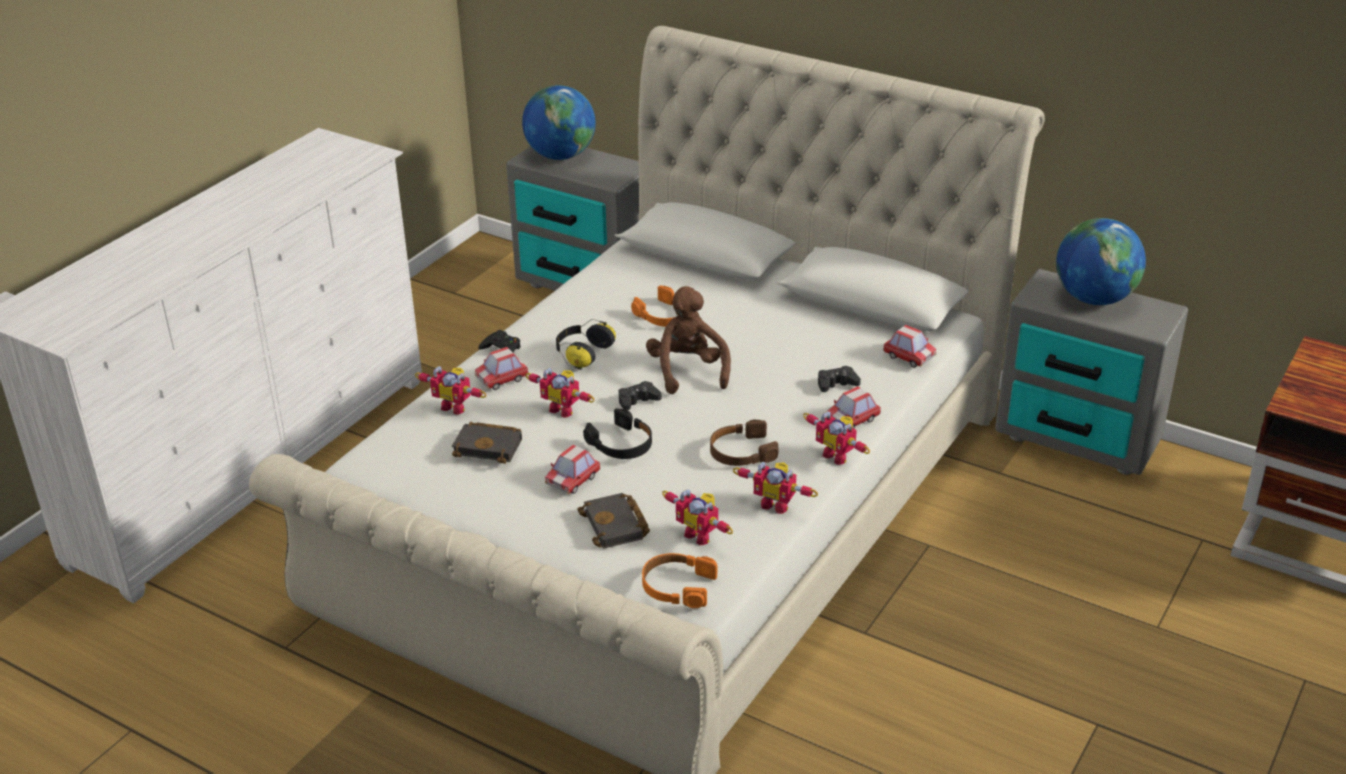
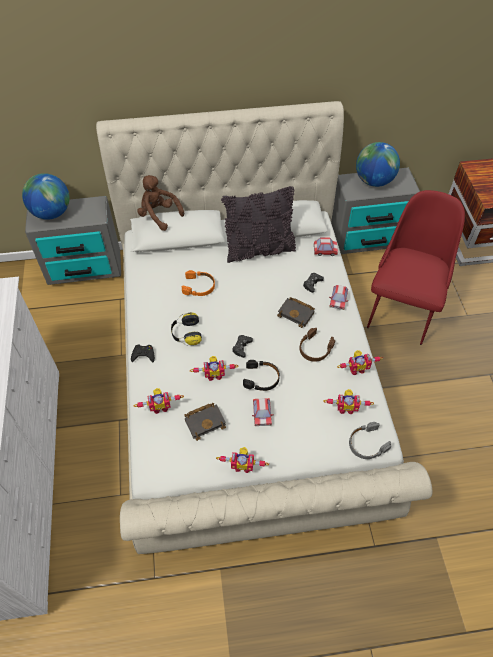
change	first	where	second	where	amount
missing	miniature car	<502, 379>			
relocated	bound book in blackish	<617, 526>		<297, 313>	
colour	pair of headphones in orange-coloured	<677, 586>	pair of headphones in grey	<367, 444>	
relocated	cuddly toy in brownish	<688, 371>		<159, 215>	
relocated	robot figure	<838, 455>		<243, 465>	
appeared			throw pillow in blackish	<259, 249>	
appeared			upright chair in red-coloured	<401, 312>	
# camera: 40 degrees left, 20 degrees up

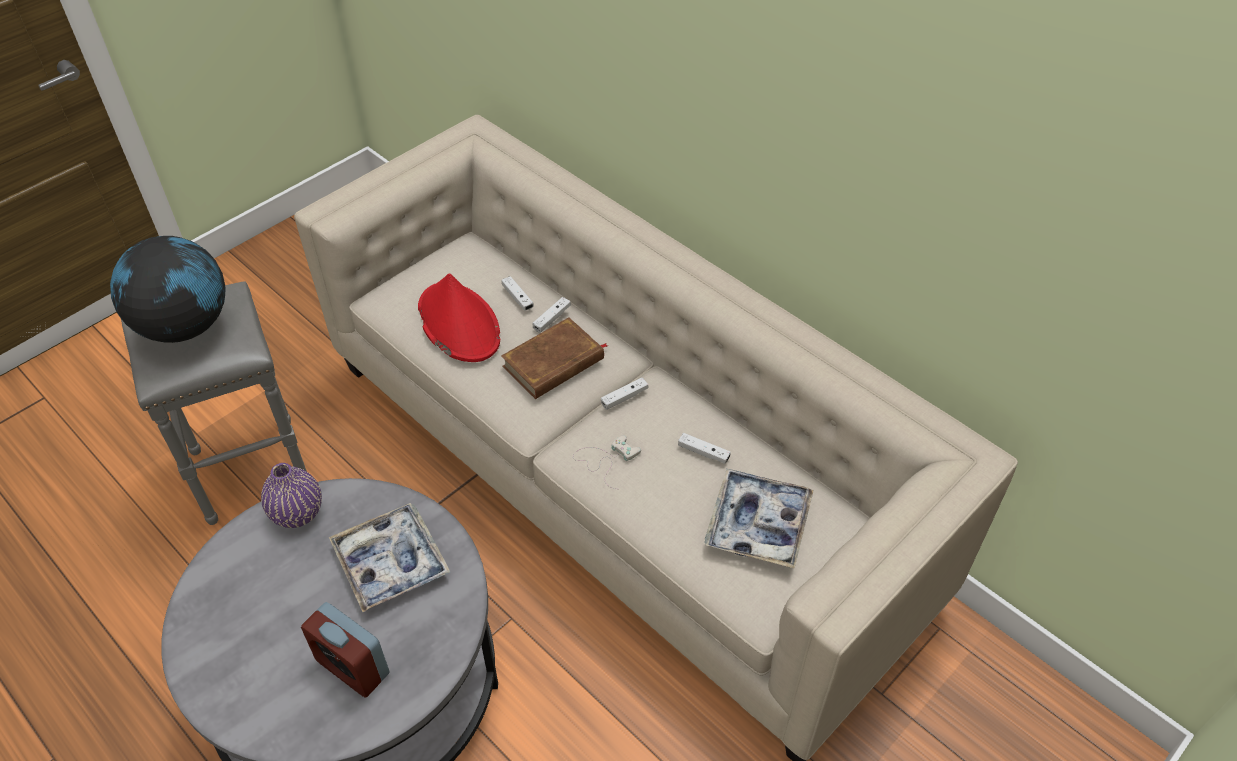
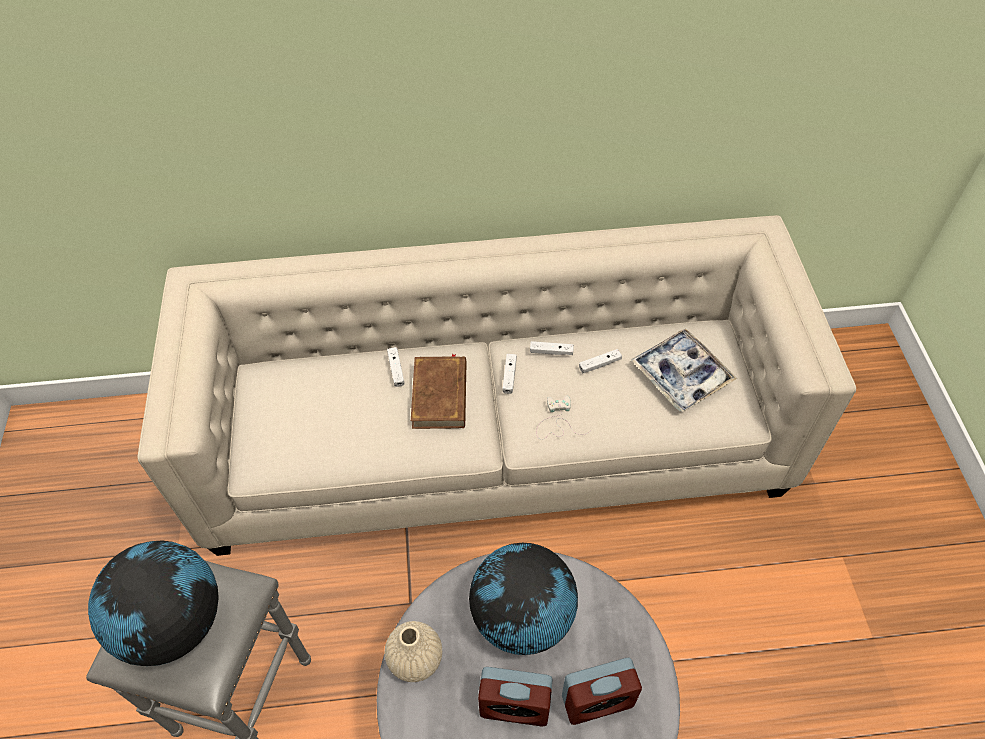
change	first	where	second	where	amount
colour	decorative vase in purplish	<297, 513>	decorative vase in beige	<415, 660>	
exchanged	tray	<391, 562>	world globe	<522, 618>	
missing	hat in red-coloured	<458, 323>			
relocated	gamepad in white-coloured	<517, 298>		<551, 352>	
appeared			bedside clock	<514, 706>	
# camera: 50 degrees left, 5 degrees up

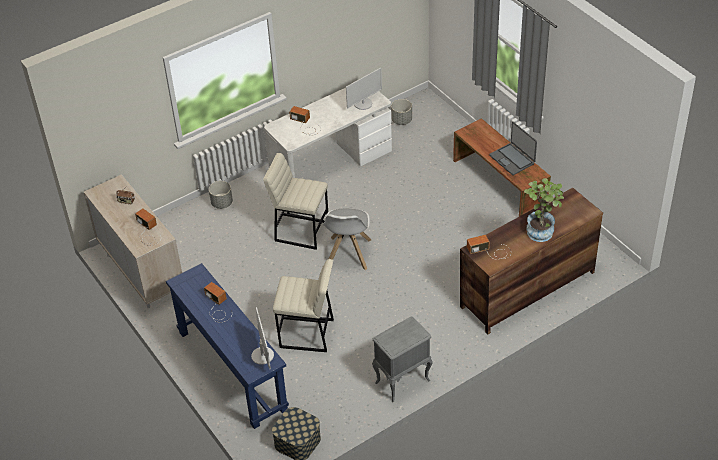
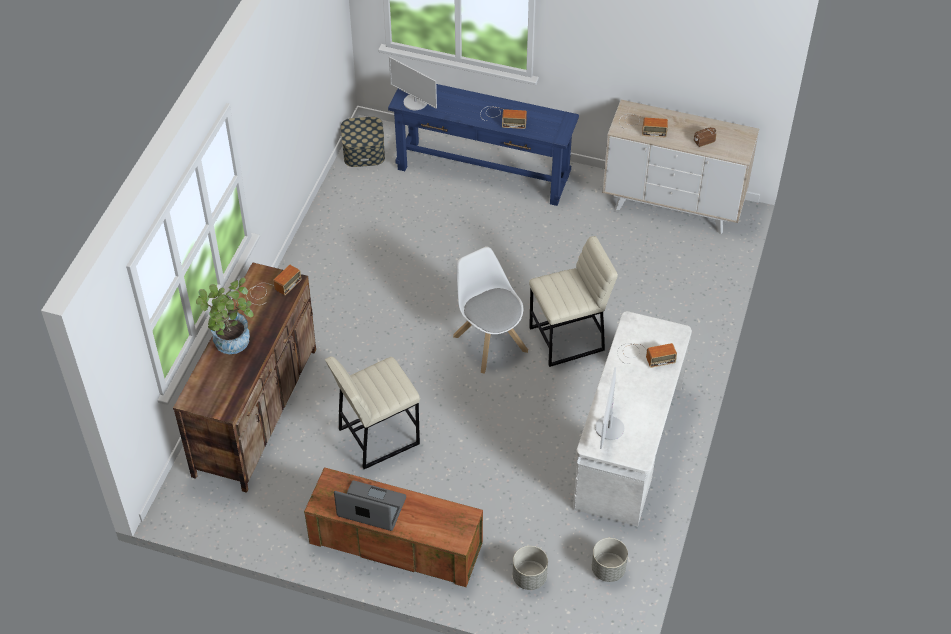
change	first	where	second	where	amount
relocated	plant pot in grey	<222, 203>		<529, 577>	
relocated	upright chair in beige	<308, 334>		<377, 437>	
missing	bedside table in grey	<402, 382>			
# camera: 140 degrees right, 5 degrees up

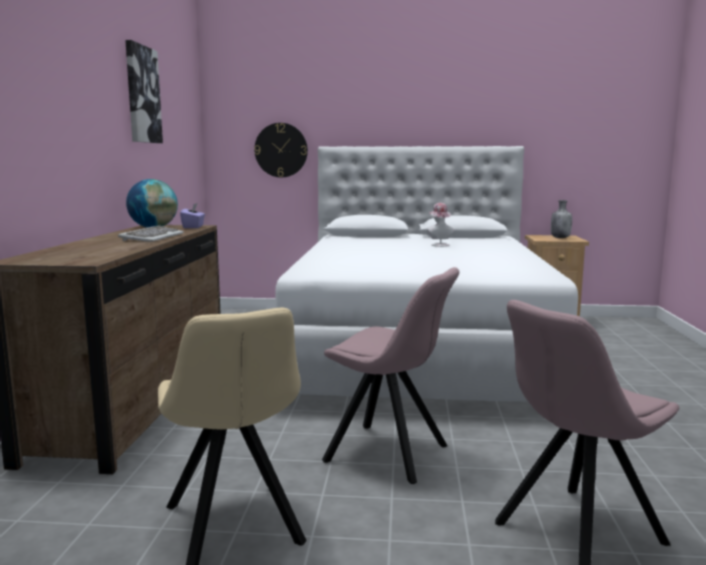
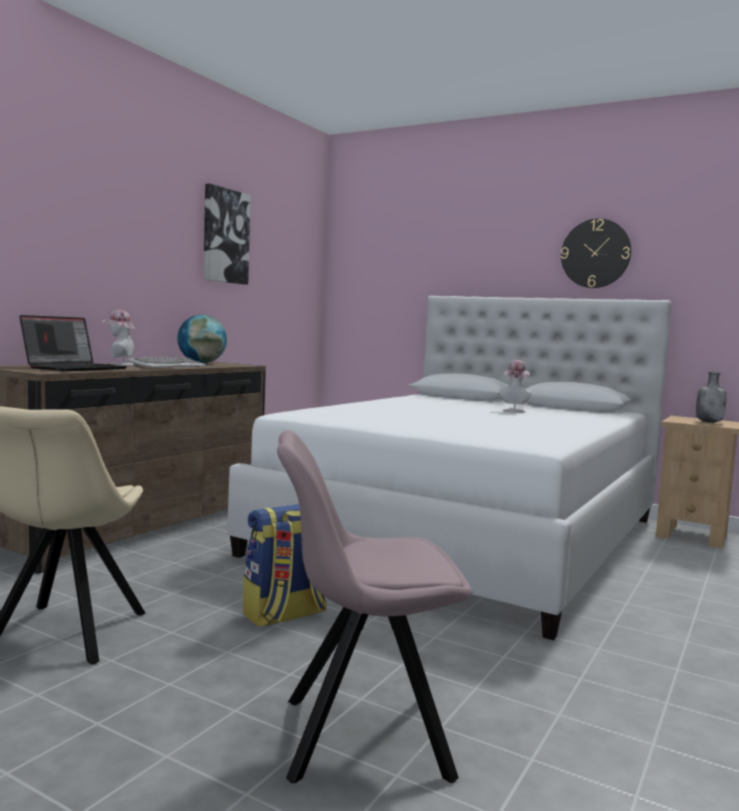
change	first	where	second	where	amount
missing	tissue box in purplish	<193, 227>			
relocated	hanging clock	<281, 150>		<595, 253>	
exchanged	upright chair in pinkish	<387, 453>	rucksack	<285, 615>	
appeared			notebook computer	<75, 368>	
appeared			hat	<119, 364>	
# camera: 25 degrees right, 5 degrees down

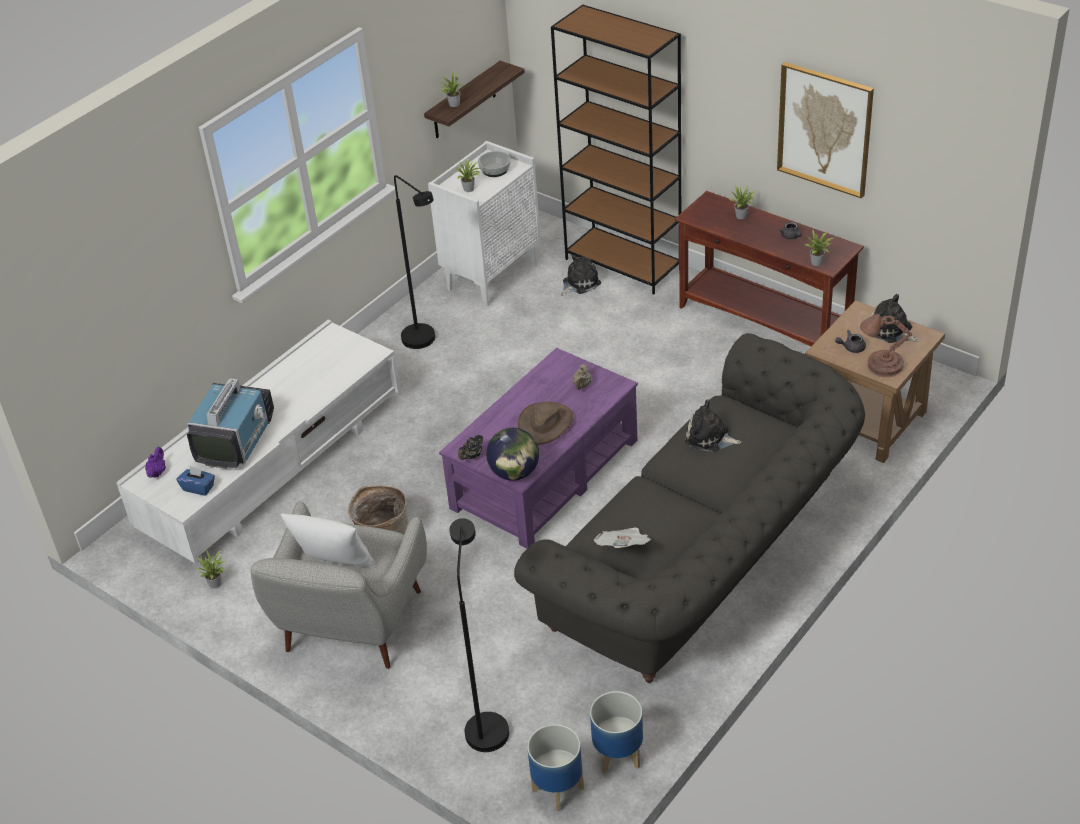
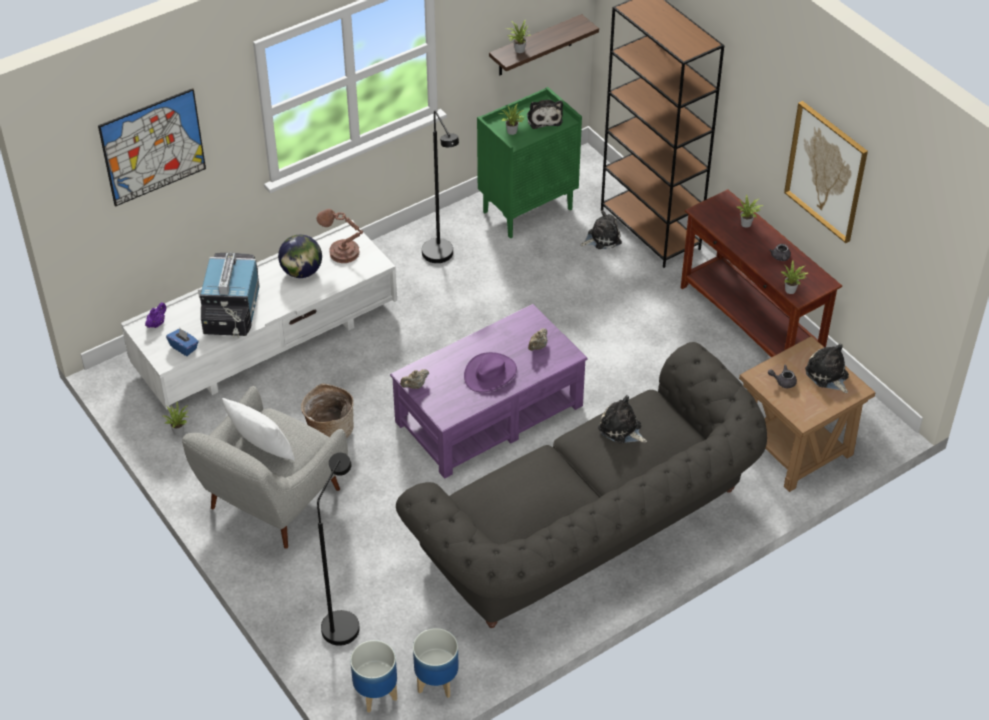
change	first	where	second	where	amount
spun	TV	<236, 439>		<231, 312>	150 degrees clockwise
colour	storage cabinet in white-coloured	<492, 277>	storage cabinet in green	<528, 210>	
colour	pot for tea in blackish	<472, 456>	pot for tea in beige	<415, 386>	
exchanged	bowl	<495, 170>	cuddly toy	<544, 118>	
relocated	world globe	<514, 473>		<301, 272>	
colour	hat in brownish	<545, 423>	hat in purplish	<490, 373>	
missing	printed paper	<623, 548>			
relocated	tabletop lamp in brownish	<882, 366>		<341, 253>	
appeared			picture	<153, 147>	
# camera: 15 degrees right, 5 degrees up

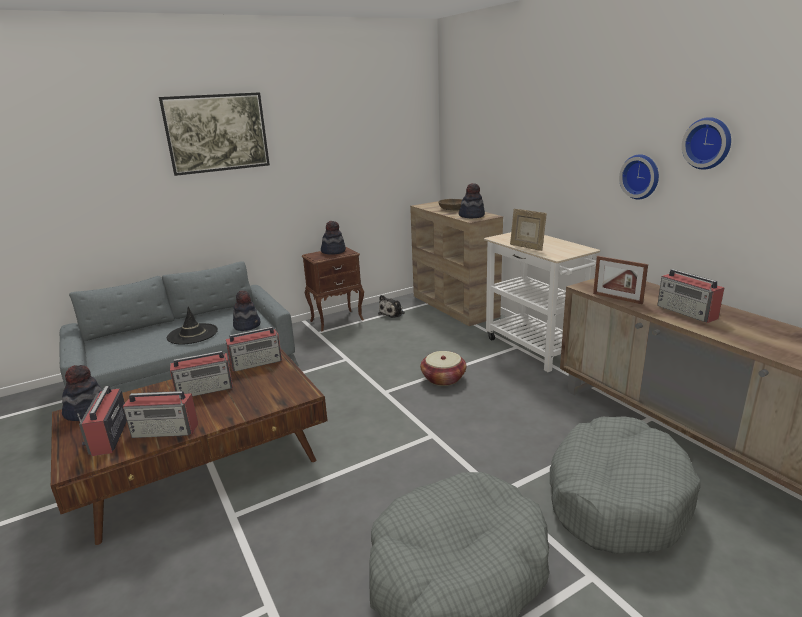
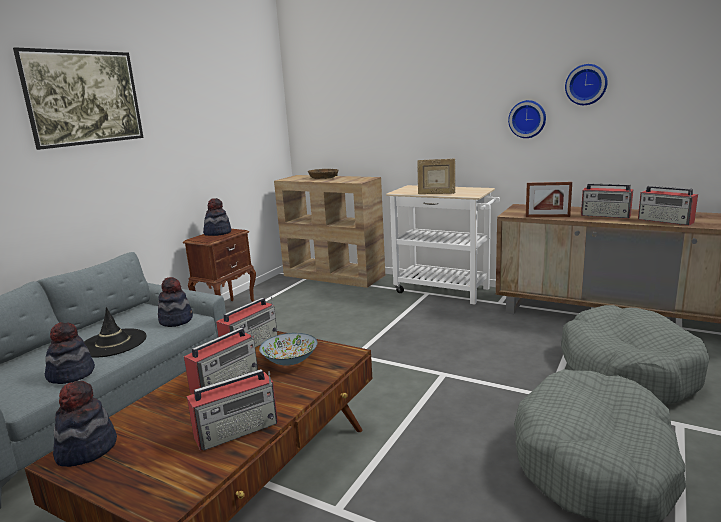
change	first	where	second	where	amount
relocated	radio	<109, 436>		<666, 221>	
missing	cuddly toy	<392, 313>			
missing	storage basket	<443, 378>			
relocated	hat	<471, 216>		<71, 374>	
appeared			bowl	<290, 361>	
# camera: 30 degrees left, 5 degrees down

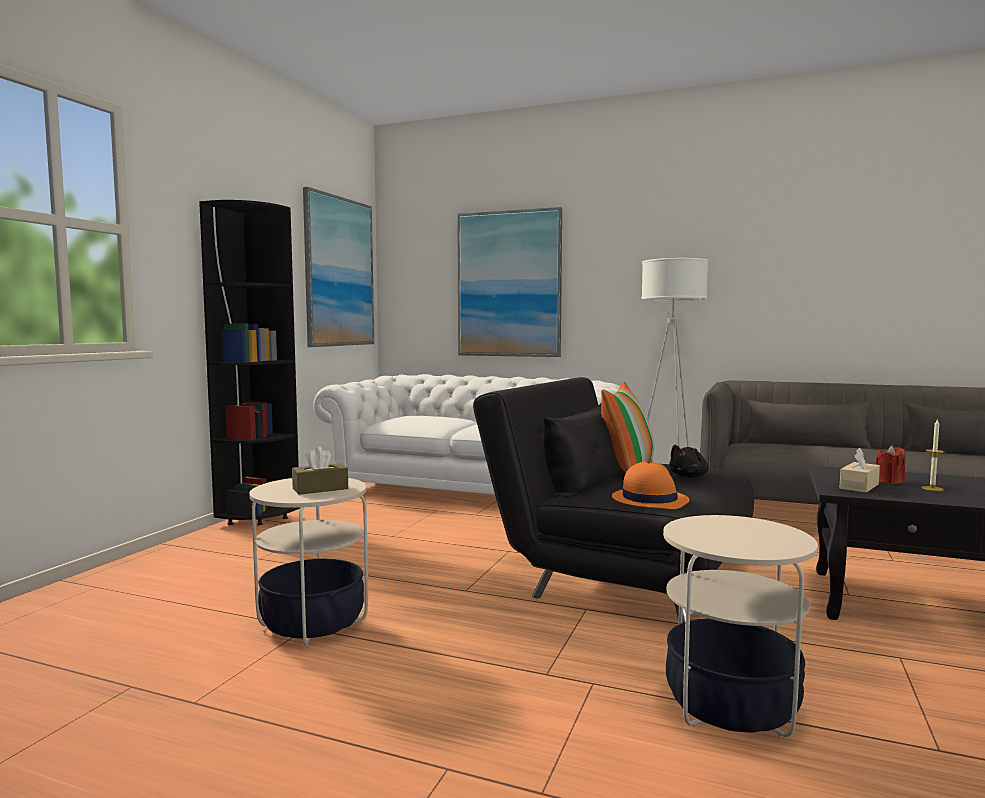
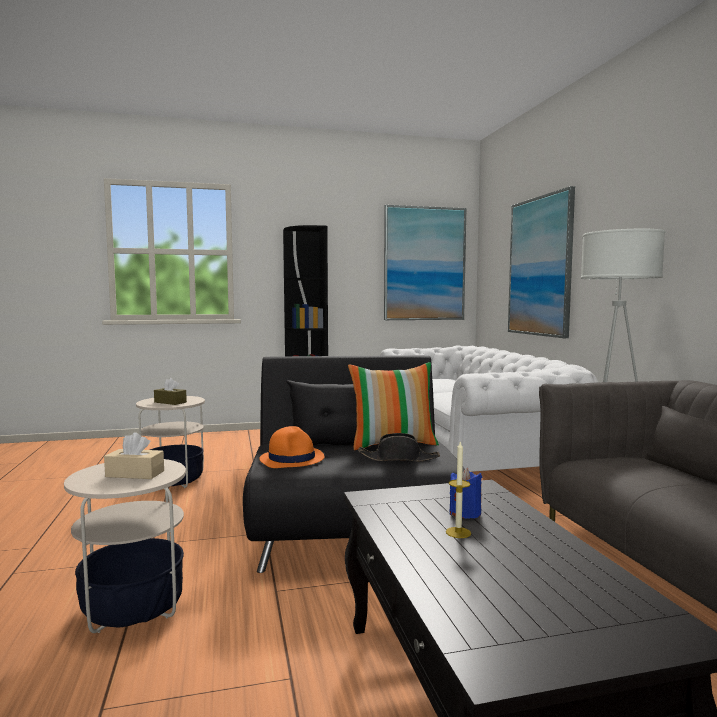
change	first	where	second	where	amount
exchanged	cuddly toy in blackish	<689, 476>	hat in blackish	<399, 458>	
relocated	tissue box in beige	<859, 486>		<135, 474>	
colour	candle in red-coloured	<890, 481>	candle in blue	<465, 513>	
# camera: 55 degrees right, 0 degrees up

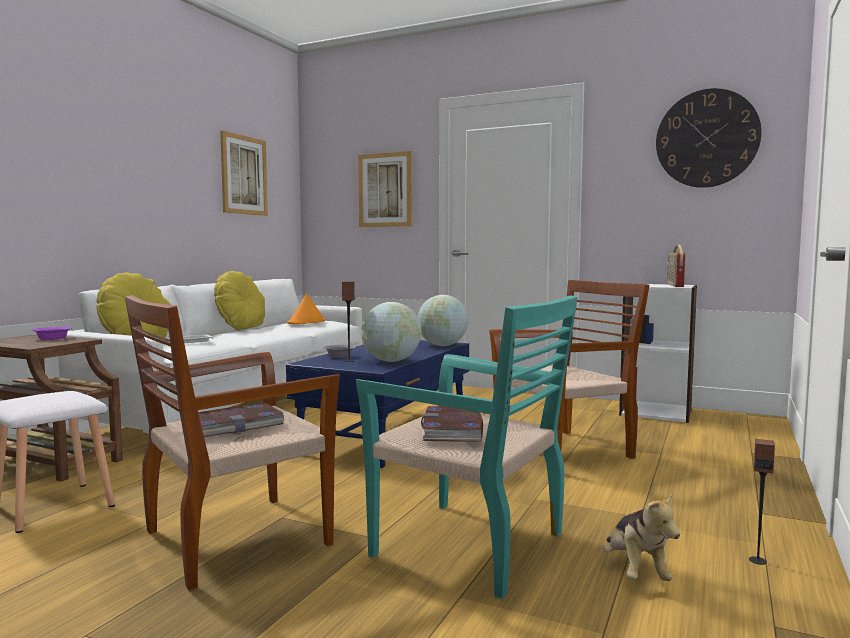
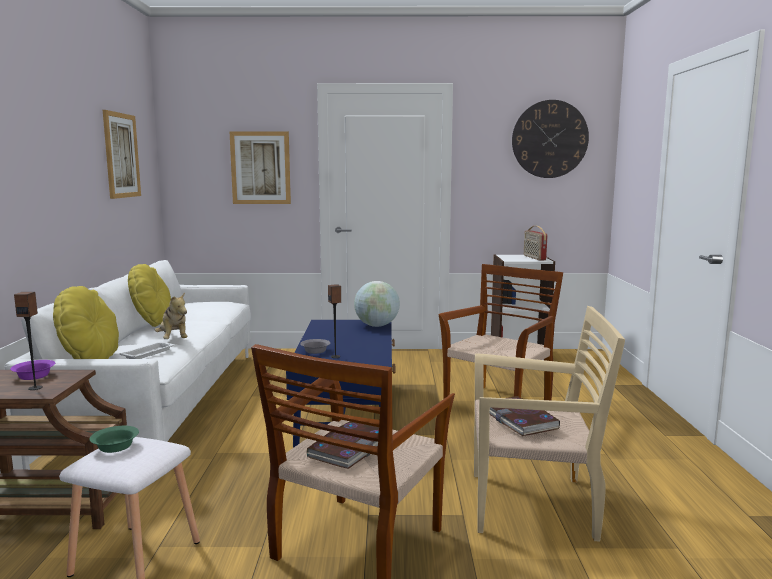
change	first	where	second	where	amount
missing	hat in orange-coloured	<307, 322>			
colour	lounge chair in turquoise-coloured	<470, 545>	lounge chair in beige	<533, 504>	
missing	world globe	<391, 361>			
relocated	cuddly toy	<635, 571>		<174, 340>	
relocated	loudspeaker	<757, 560>		<35, 388>	
appeared			bowl in green	<116, 446>	
# camera: 25 degrees left, 5 degrees up

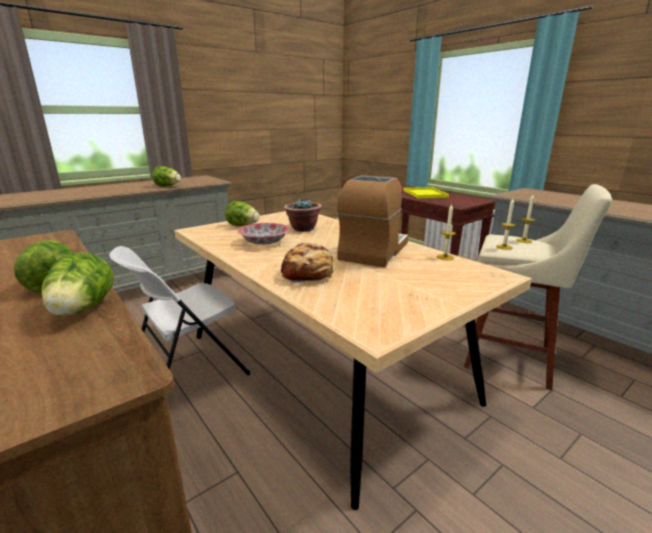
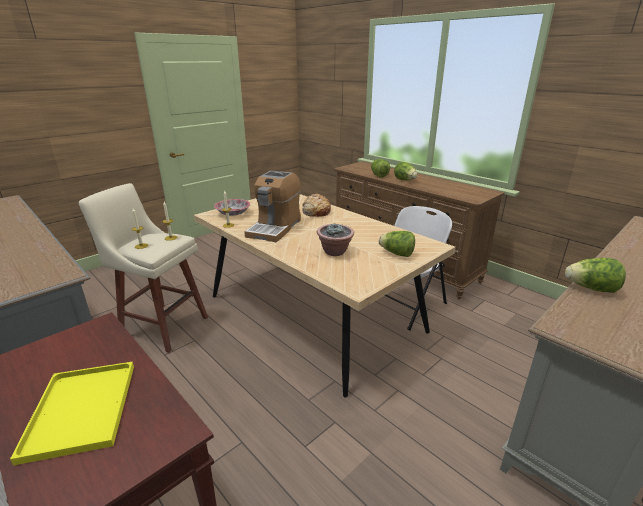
change	first	where	second	where	amount
relocated	bowl	<264, 242>		<233, 213>	
# camera: 175 degrees right, 5 degrees up

